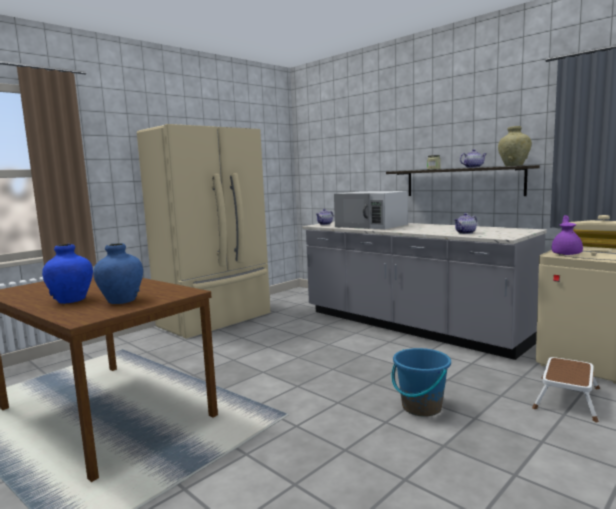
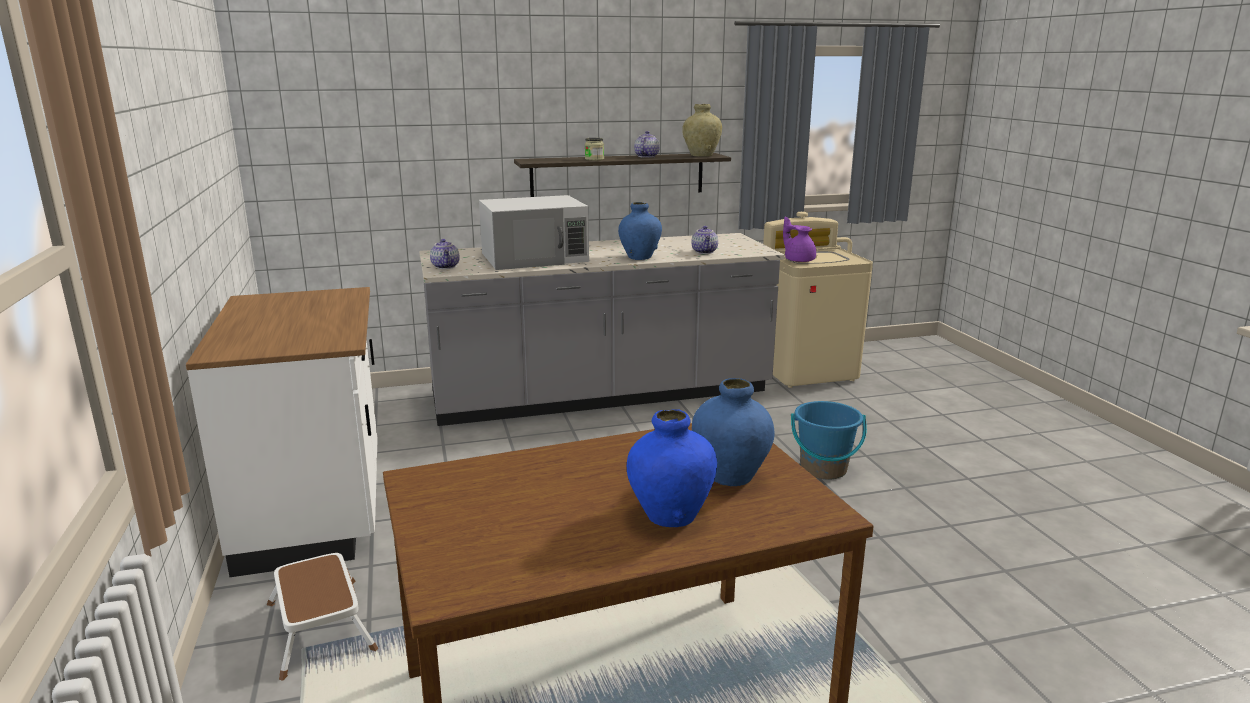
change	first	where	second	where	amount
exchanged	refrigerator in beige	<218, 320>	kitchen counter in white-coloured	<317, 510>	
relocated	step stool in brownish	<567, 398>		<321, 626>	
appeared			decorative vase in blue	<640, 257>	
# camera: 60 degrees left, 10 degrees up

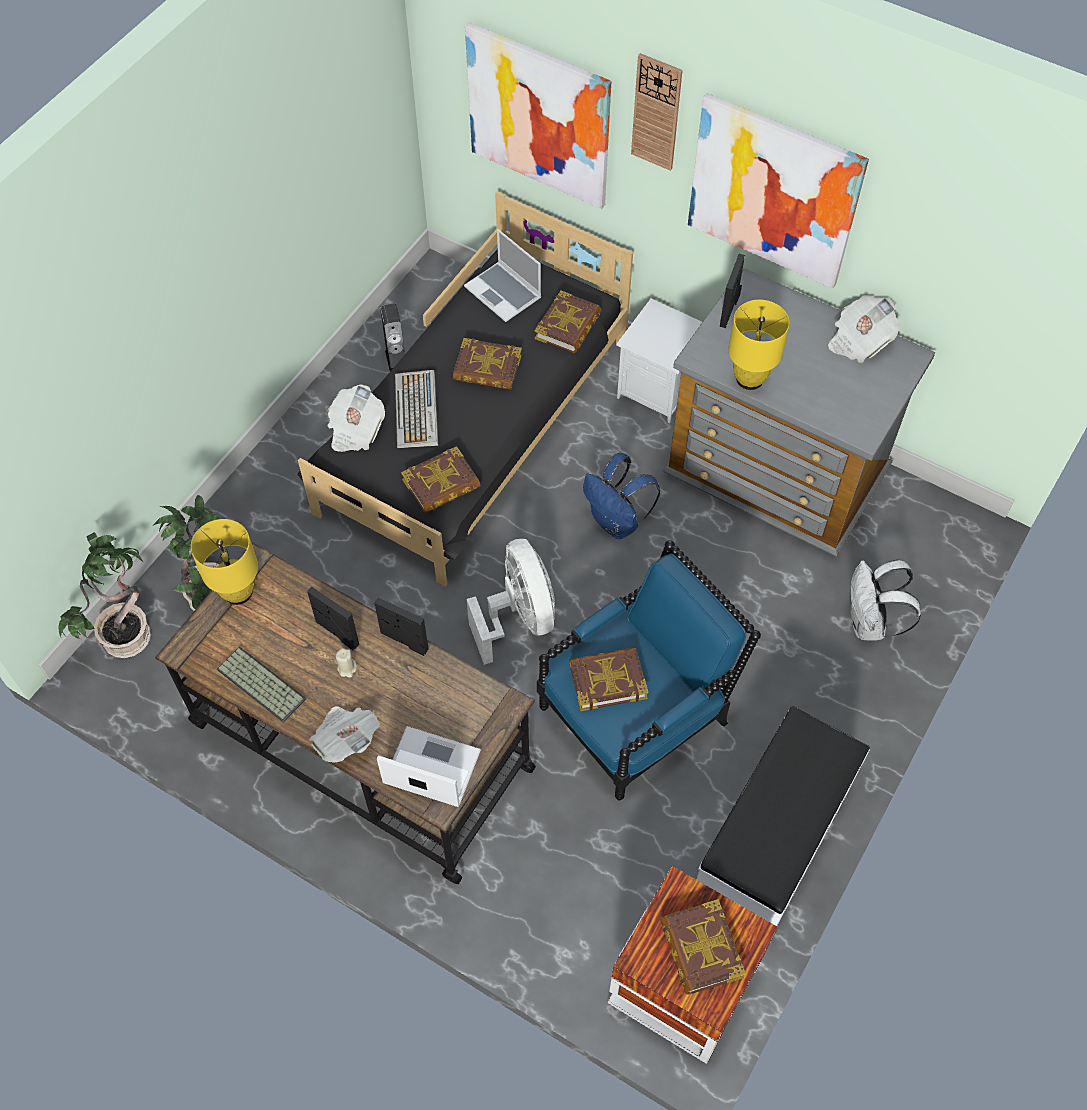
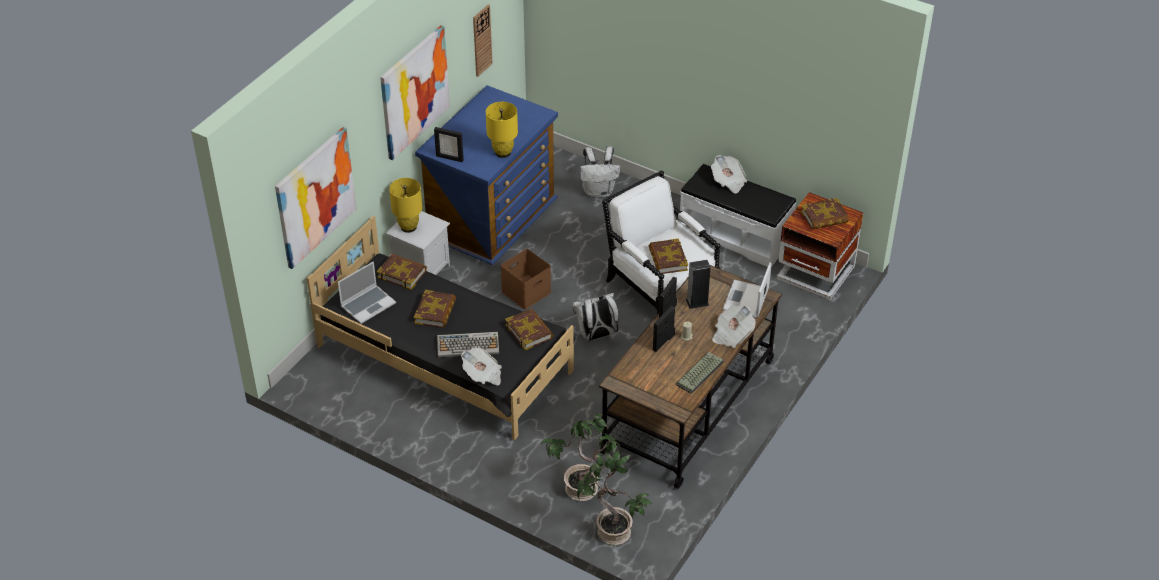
change	first	where	second	where	amount
relocated	tabletop lamp in yellow-coloured	<238, 592>		<408, 227>	
relocated	loudspeaker	<396, 359>		<697, 302>	
exchanged	cooling fan in white-coloured	<519, 617>	rucksack in white-coloured	<596, 335>	
colour	lounge chair in blue	<639, 712>	lounge chair in white-coloured	<659, 285>	
exchanged	rucksack in blue	<617, 522>	storage container in brownish	<526, 291>	
relocated	hanging clock	<656, 112>		<482, 40>	
colour	chest of drawers in grey	<777, 473>	chest of drawers in blue	<492, 220>	
relocated	printed paper	<859, 340>		<728, 182>	
# camera: 90 degrees left, 15 degrees down

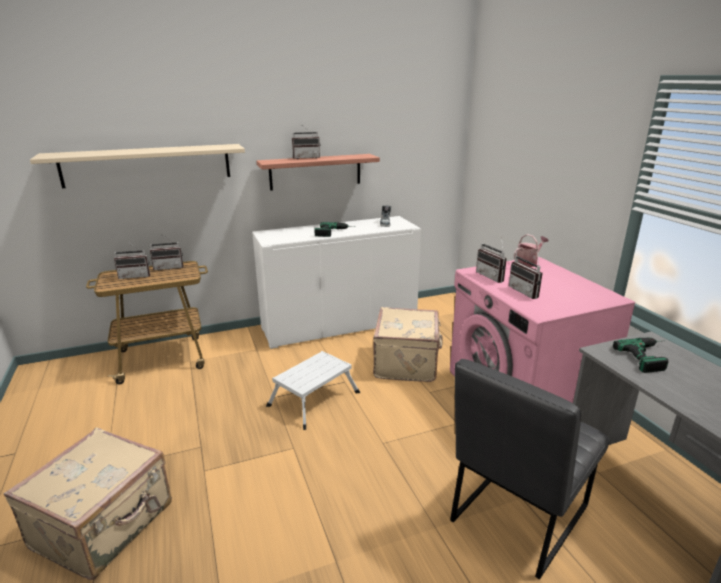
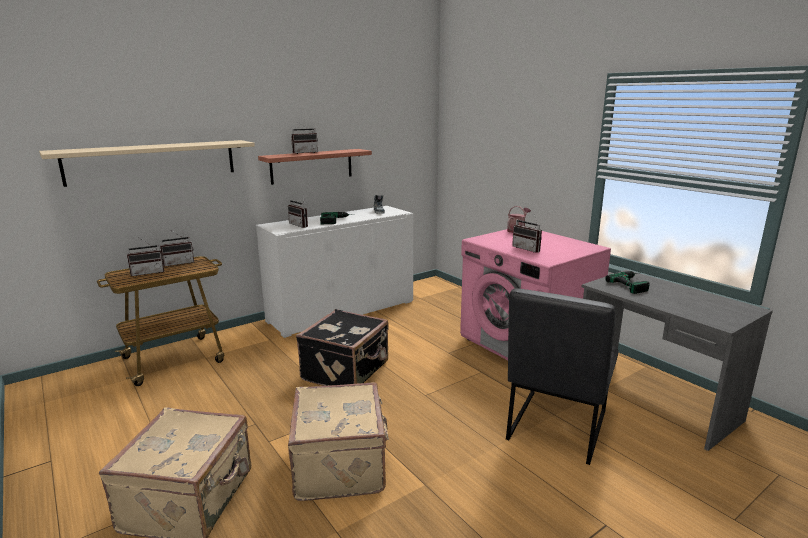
change	first	where	second	where	amount
exchanged	step stool in white-coloured	<314, 398>	travel case in blackish	<347, 371>	
relocated	travel case in beige	<407, 363>		<341, 465>	
relocated	radio	<493, 277>		<301, 225>	
# camera: 15 degrees left, 5 degrees down

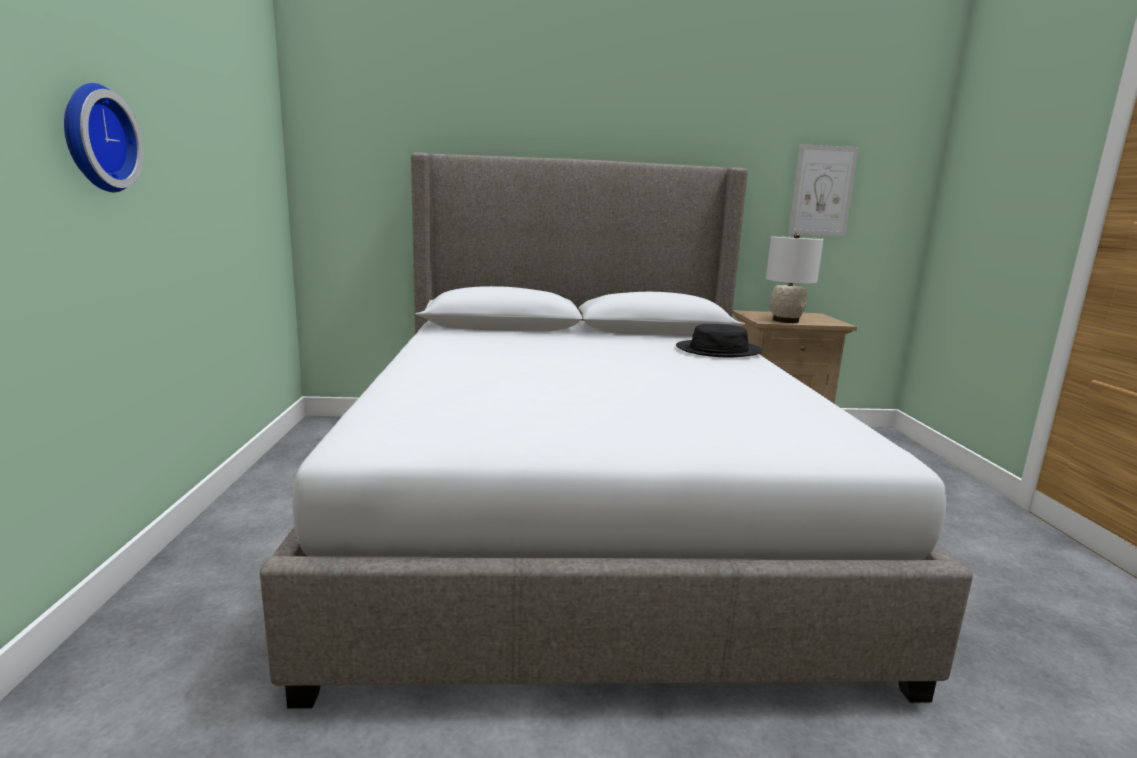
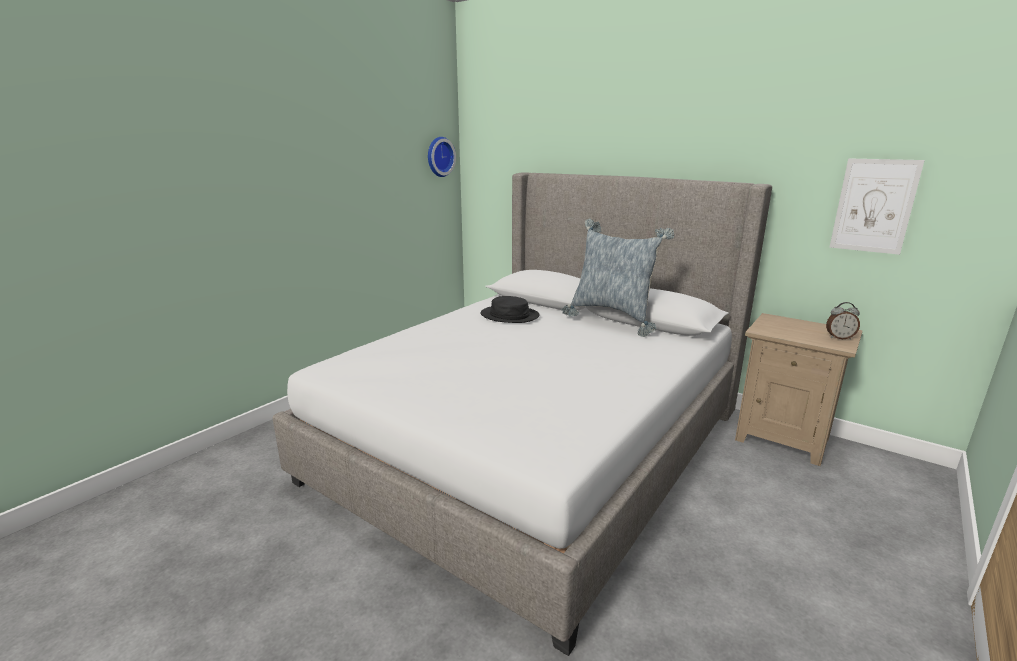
change	first	where	second	where	amount
relocated	hanging clock	<95, 138>		<439, 157>	
relocated	hat in blackish	<718, 350>		<509, 315>	
missing	tabletop lamp in white-coloured	<785, 320>			
appeared			throw pillow	<612, 323>	
appeared			bedside clock	<839, 337>	
# camera: 40 degrees right, 5 degrees up

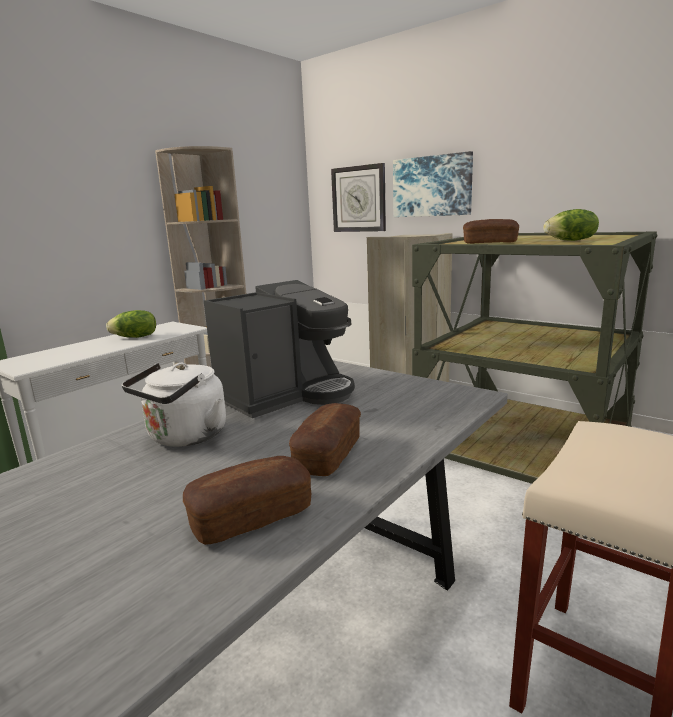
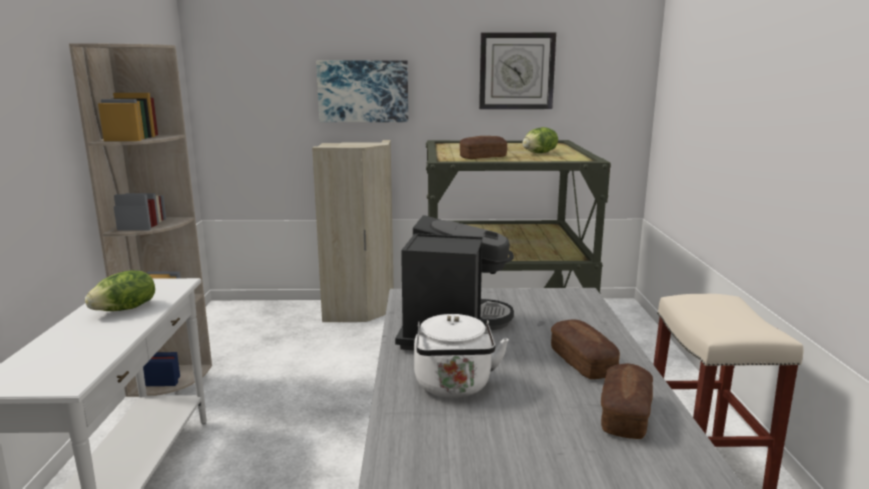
change	first	where	second	where	amount
relocated	hanging clock	<359, 199>		<516, 71>	
# camera: 40 degrees left, 0 degrees up

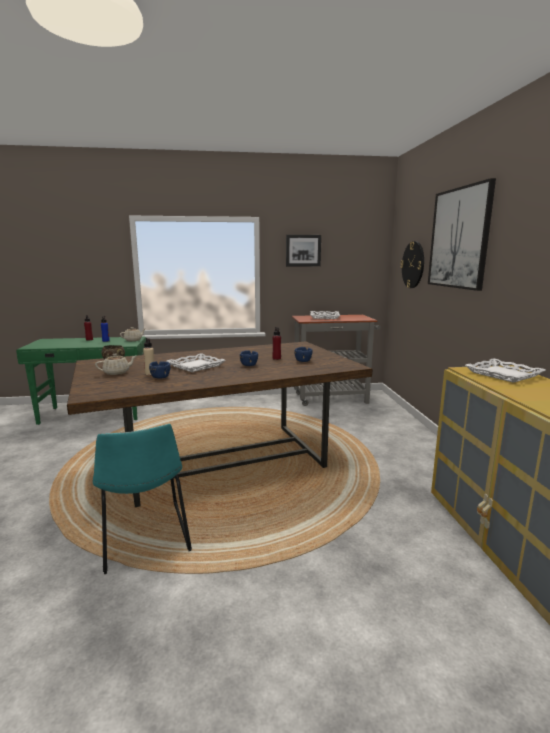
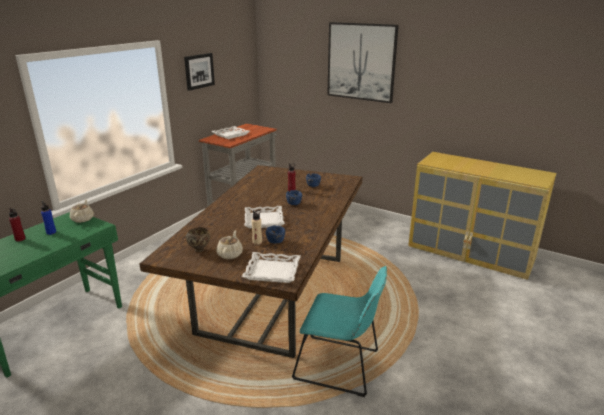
change	first	where	second	where	amount
missing	hanging clock	<413, 264>			
relocated	tray in white-coloured	<503, 374>		<272, 271>	
# camera: 50 degrees left, 10 degrees up

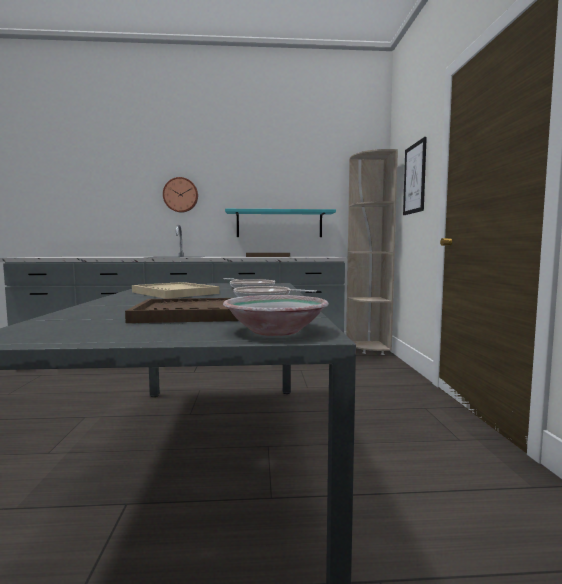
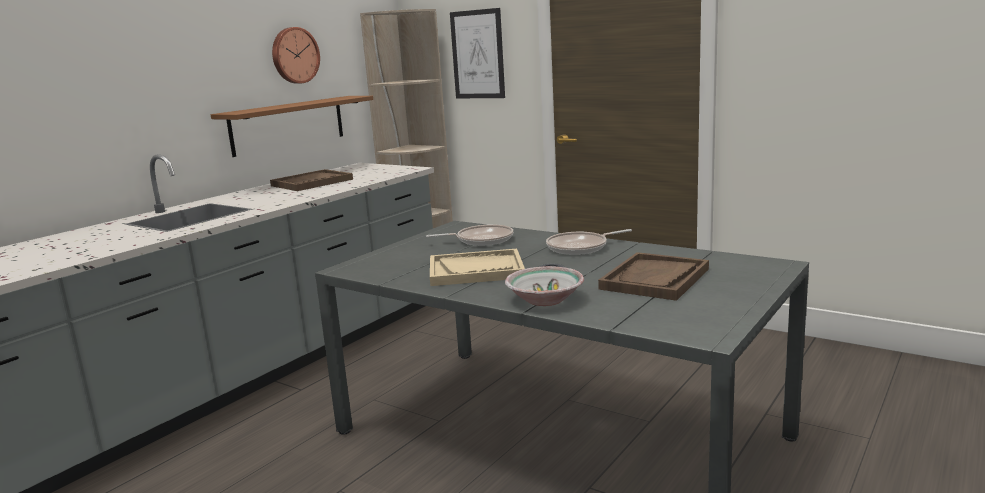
change	first	where	second	where	amount
relocated	hanging clock	<180, 195>		<294, 55>	
relocated	bowl	<277, 331>		<545, 299>	
colour	wall shelf in turquoise-coloured	<279, 224>	wall shelf in brownish	<288, 125>	
# camera: 50 degrees left, 10 degrees up

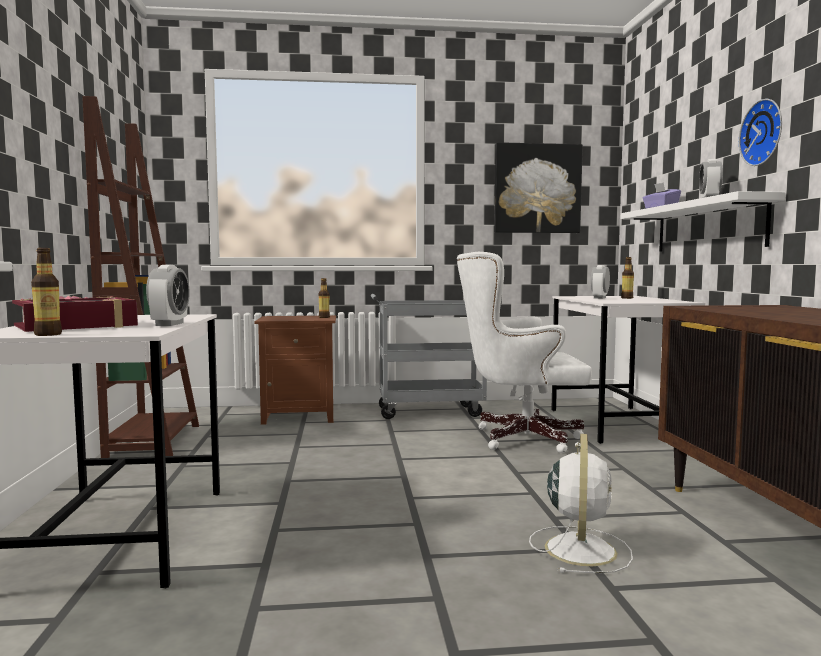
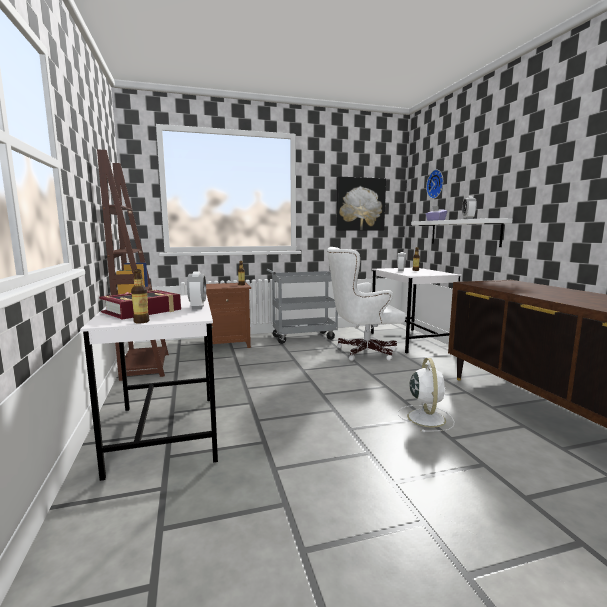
change	first	where	second	where	amount
relocated	hanging clock	<764, 132>		<436, 184>	
# camera: 10 degrees left, 5 degrees up

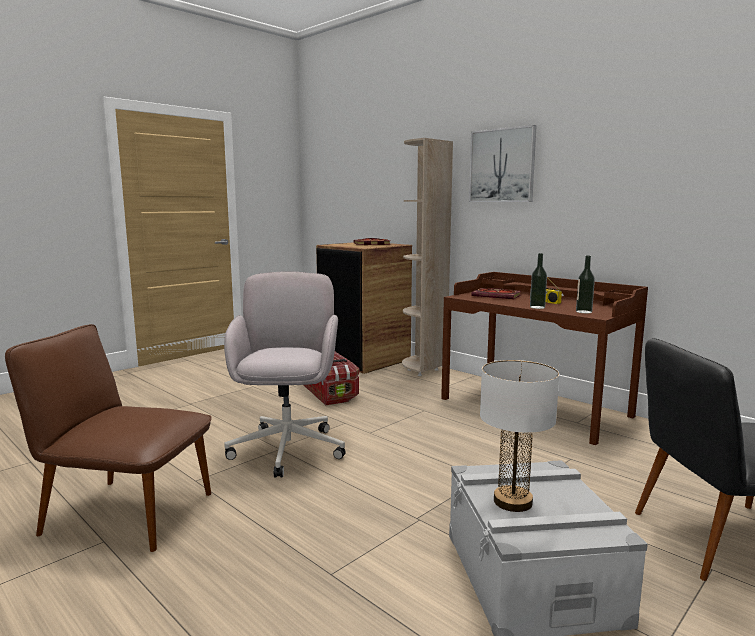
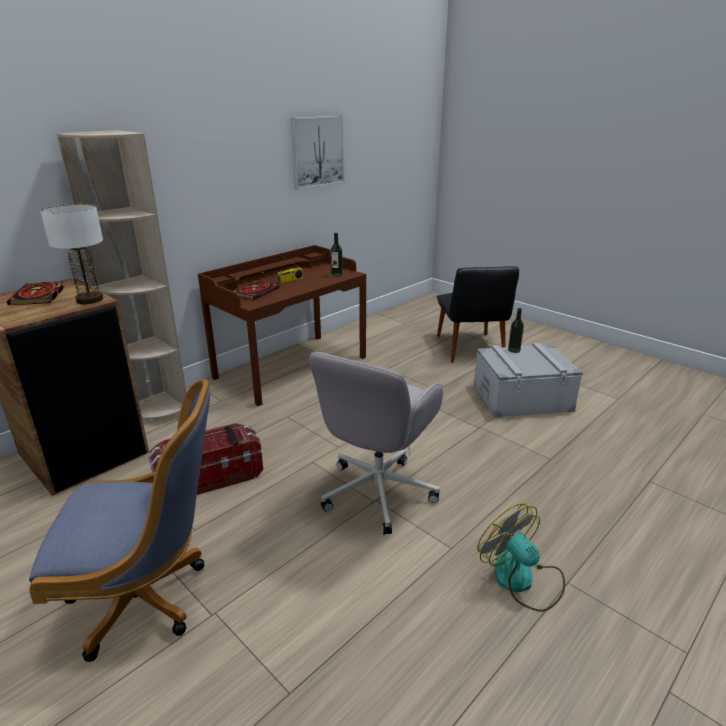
change	first	where	second	where	amount
exchanged	upright chair in brownish	<129, 513>	cooling fan	<521, 580>	
spun	computer chair in grey	<288, 449>		<377, 494>	60 degrees counterclockwise
relocated	picture	<502, 165>		<317, 151>	
relocated	tabletop lamp	<513, 502>		<90, 300>	
relocated	bottle	<537, 307>		<514, 350>	
appeared			computer chair in blue	<151, 599>	
# camera: 90 degrees left, 15 degrees up

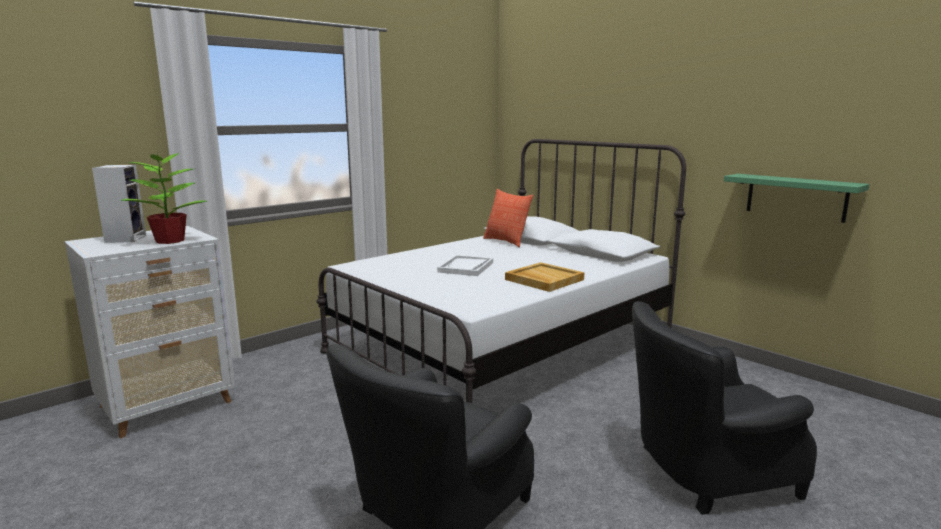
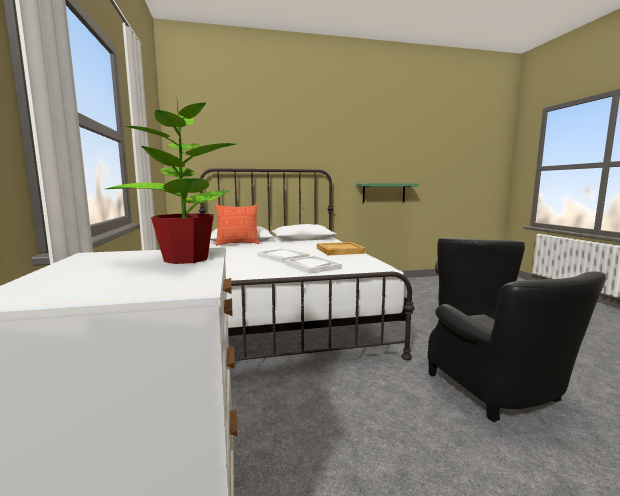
change	first	where	second	where	amount
missing	loudspeaker	<125, 238>			
appeared			tray in white-coloured	<312, 266>	
# camera: 60 degrees left, 5 degrees down

